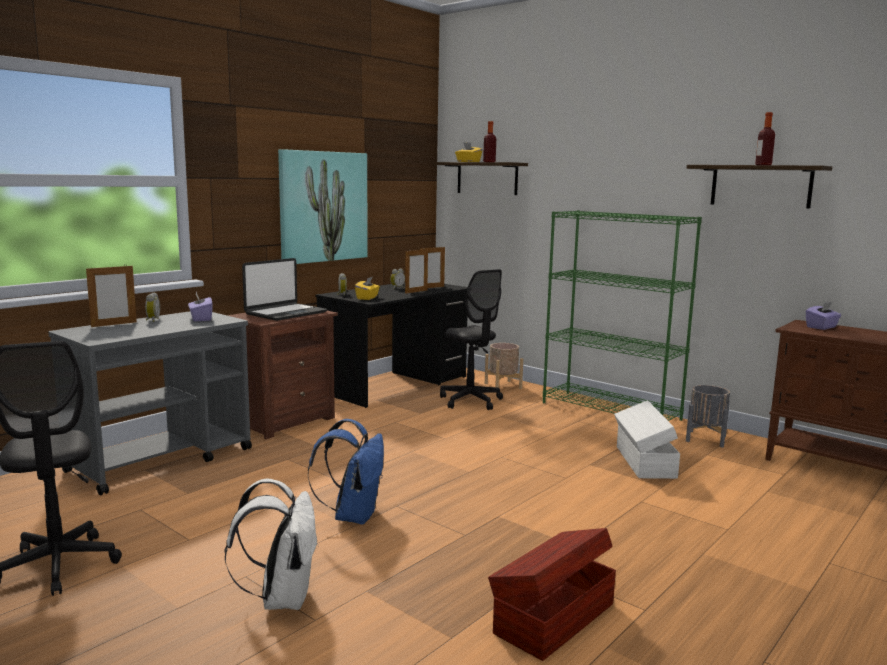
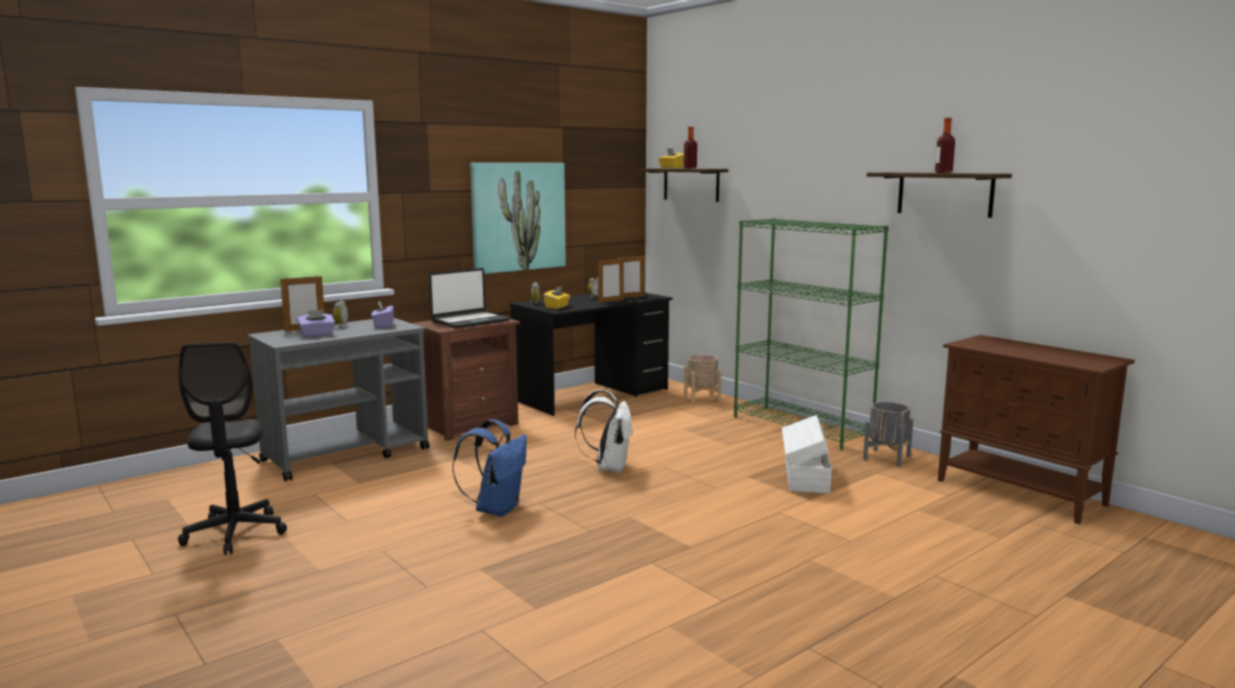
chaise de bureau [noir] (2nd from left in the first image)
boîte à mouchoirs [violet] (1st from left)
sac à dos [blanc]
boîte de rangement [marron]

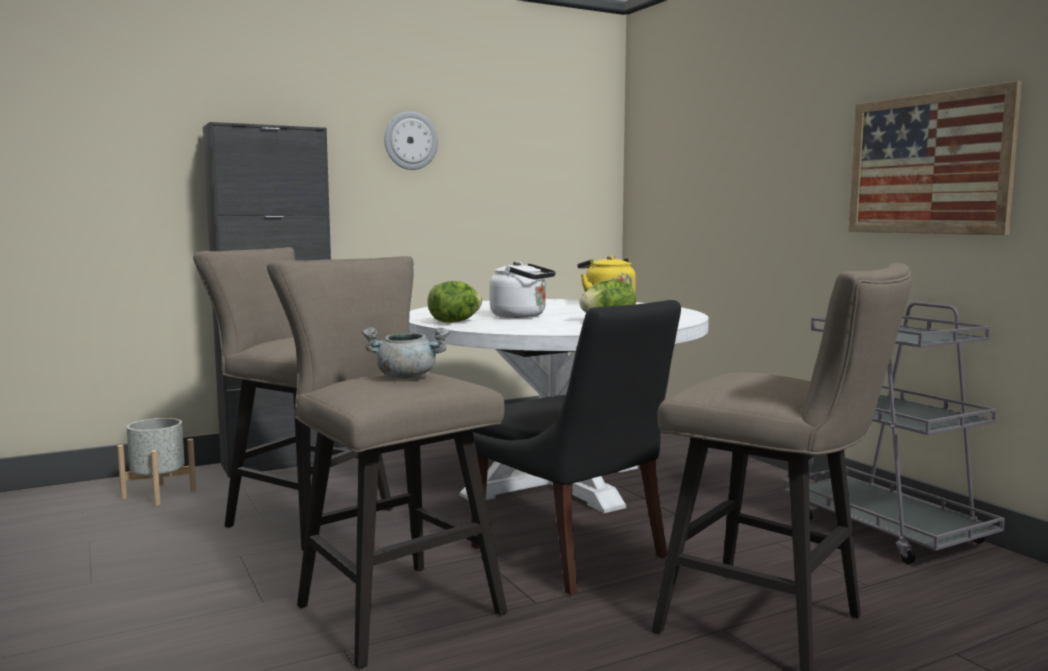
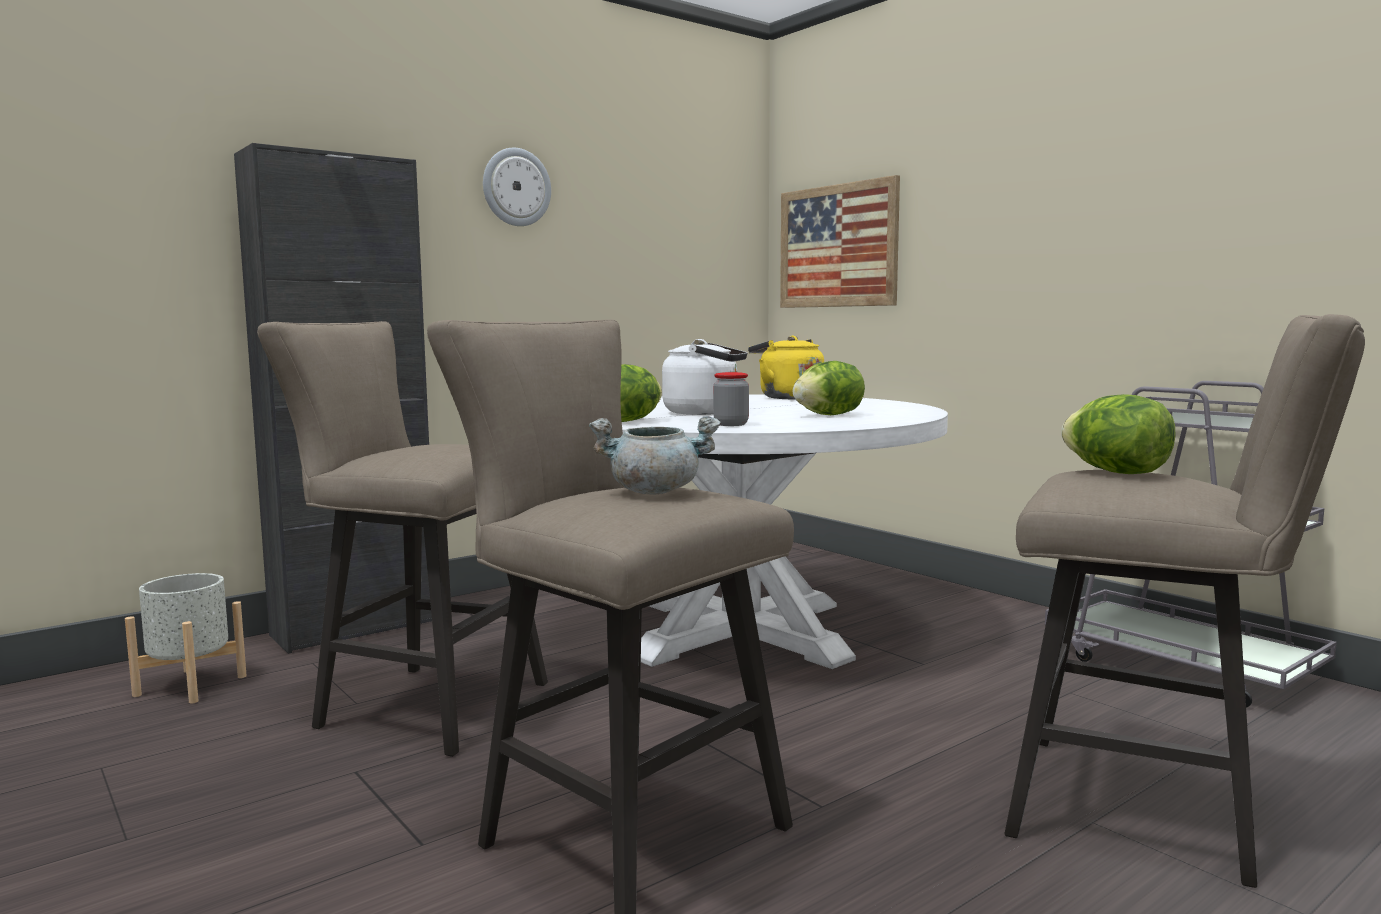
tableau
chaise [noir]
bocal
laitue (3rd from left)

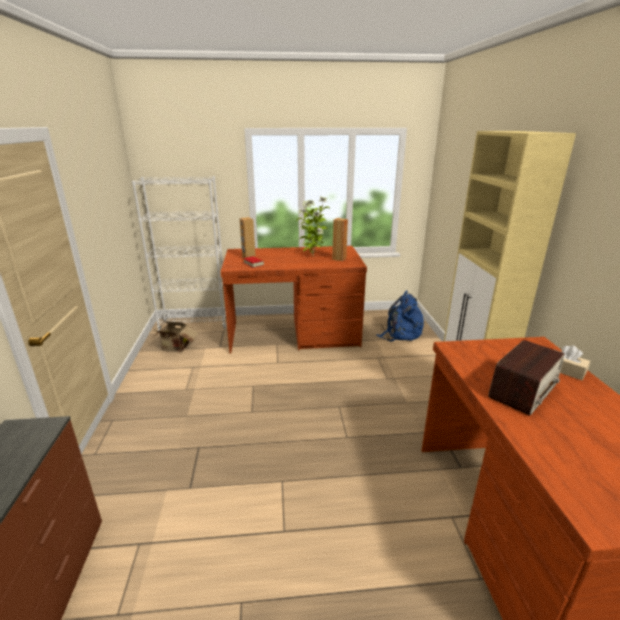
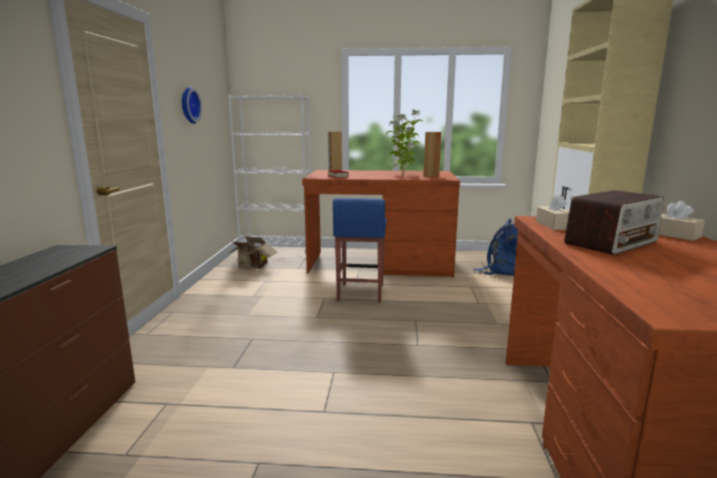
horloge murale
boîte à mouchoirs [beige] (1st from left)
tabouret [bleu]

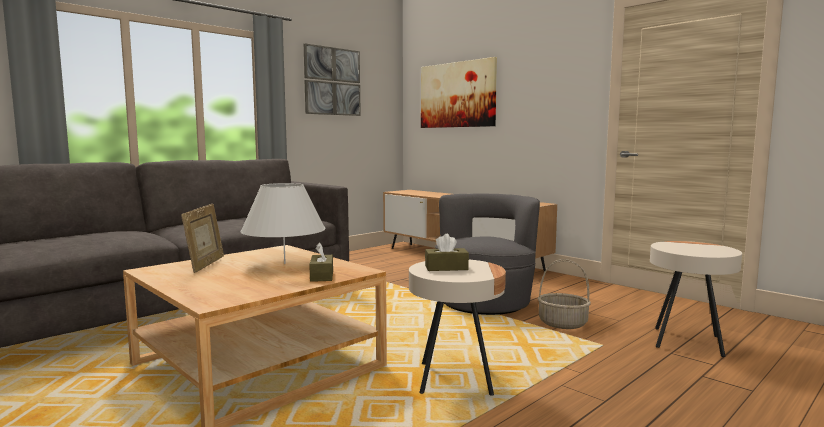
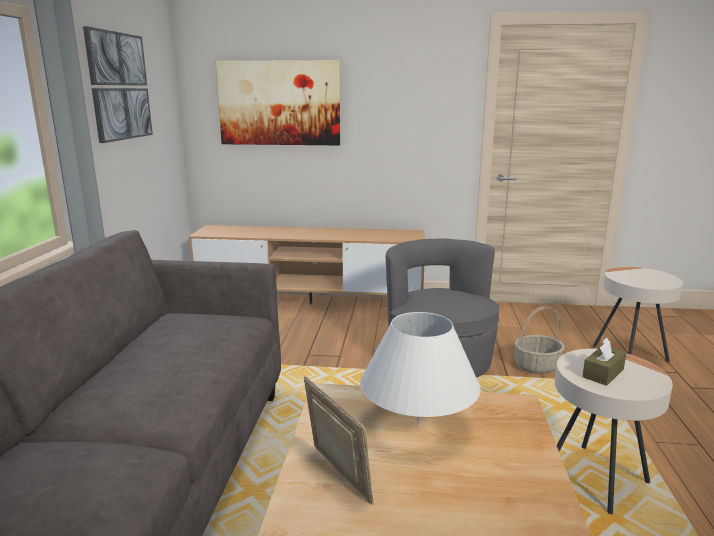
boîte à mouchoirs [marron] (1st from left in the first image)

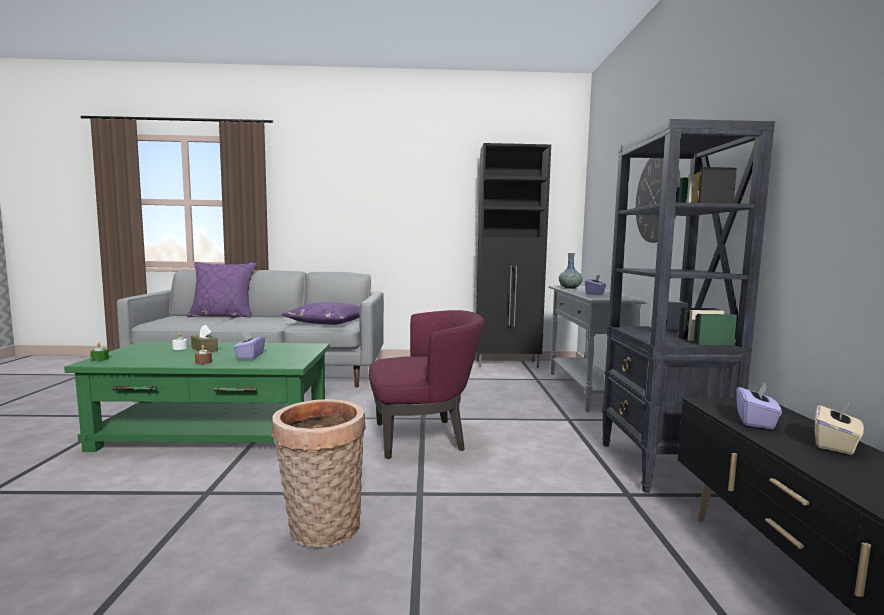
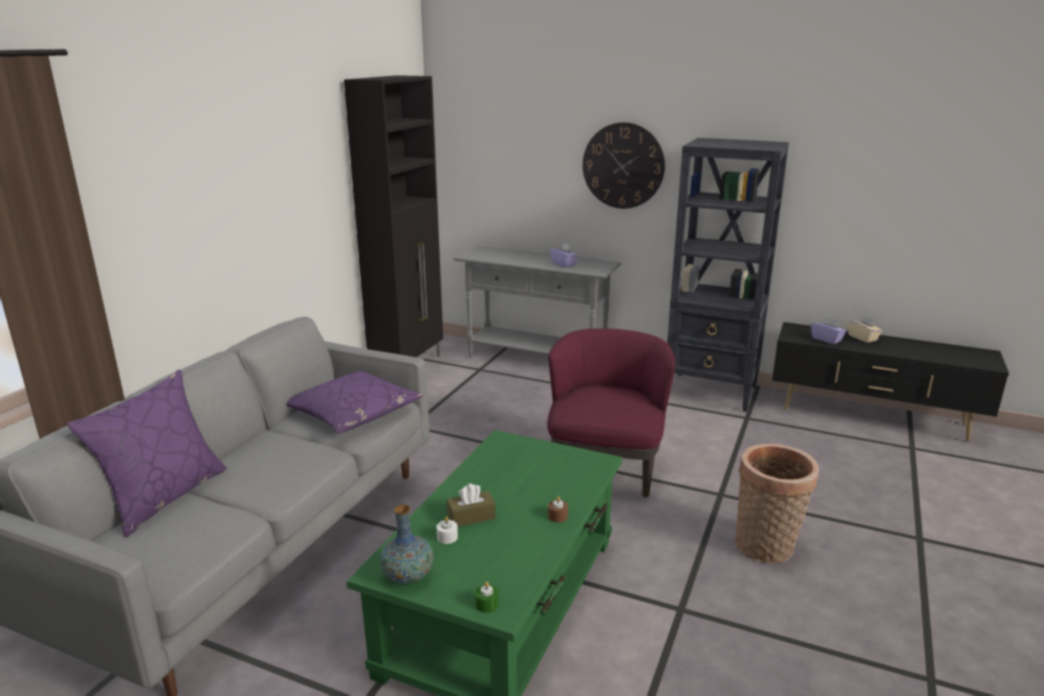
vase
boîte à mouchoirs [violet] (1st from left in the first image)

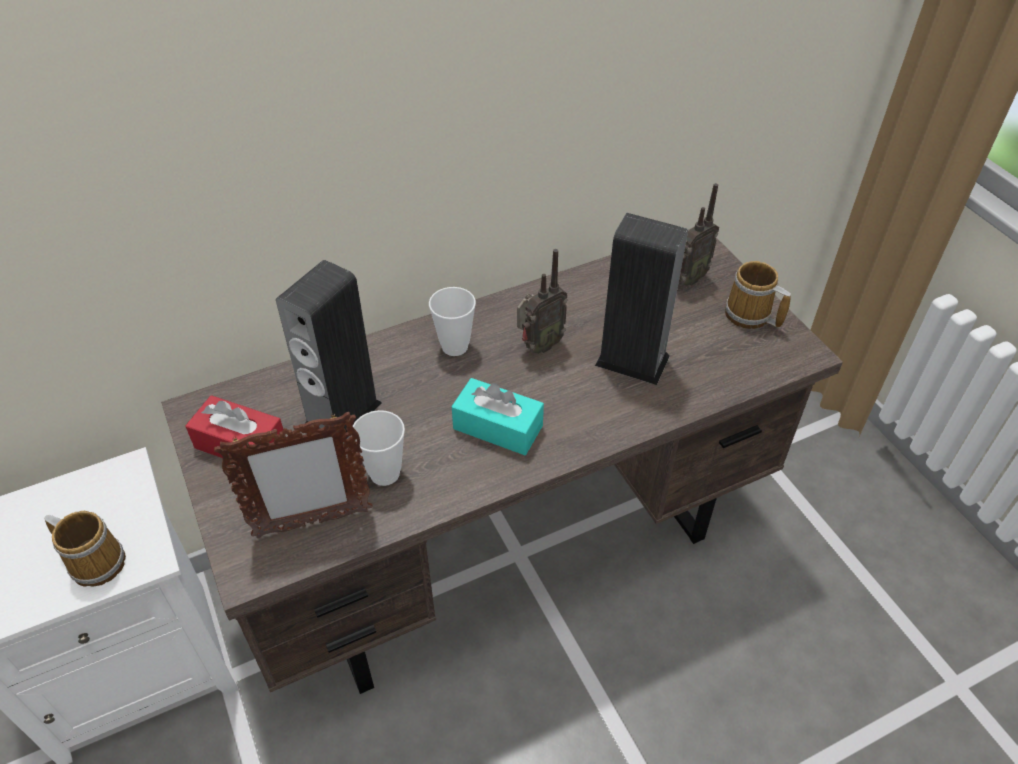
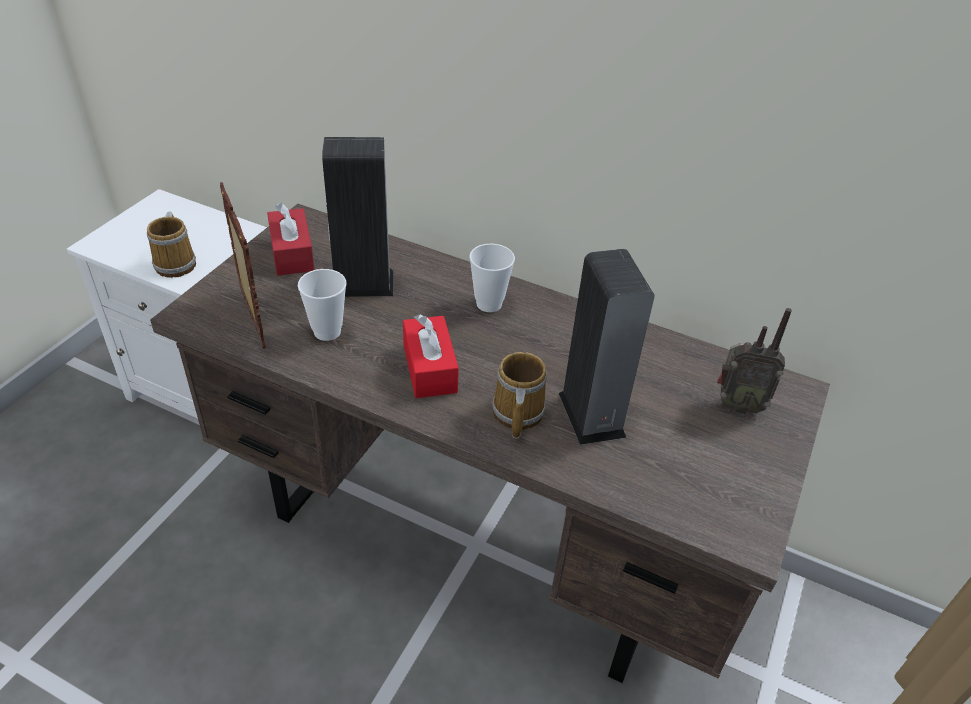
radio (1st from left in the first image)
mug (2nd from left)
boîte à mouchoirs [rouge] (2nd from left)
cadre photo

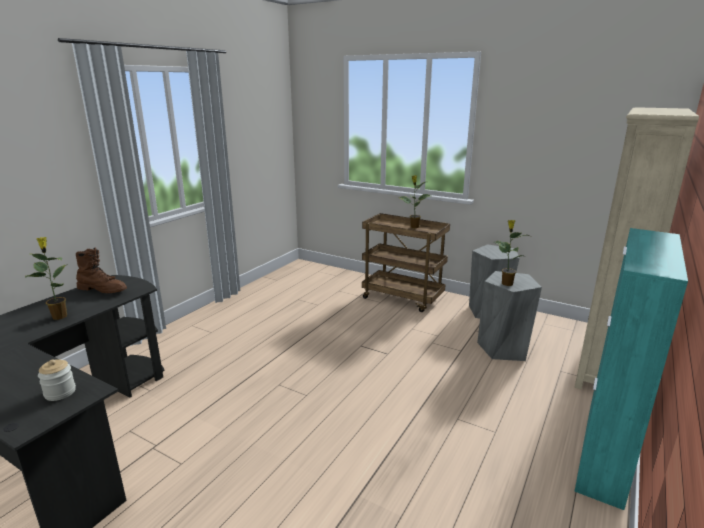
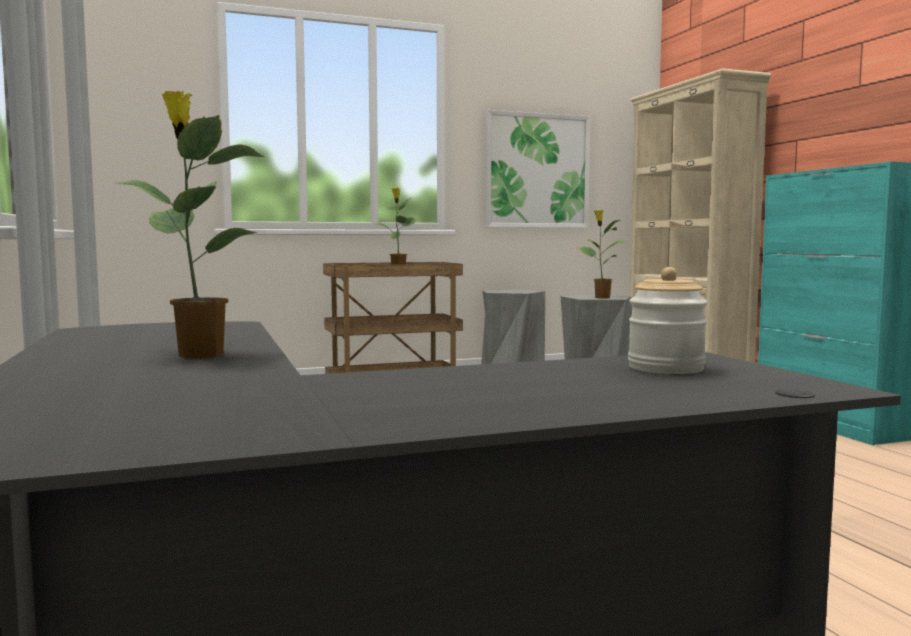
botte [marron]
tableau

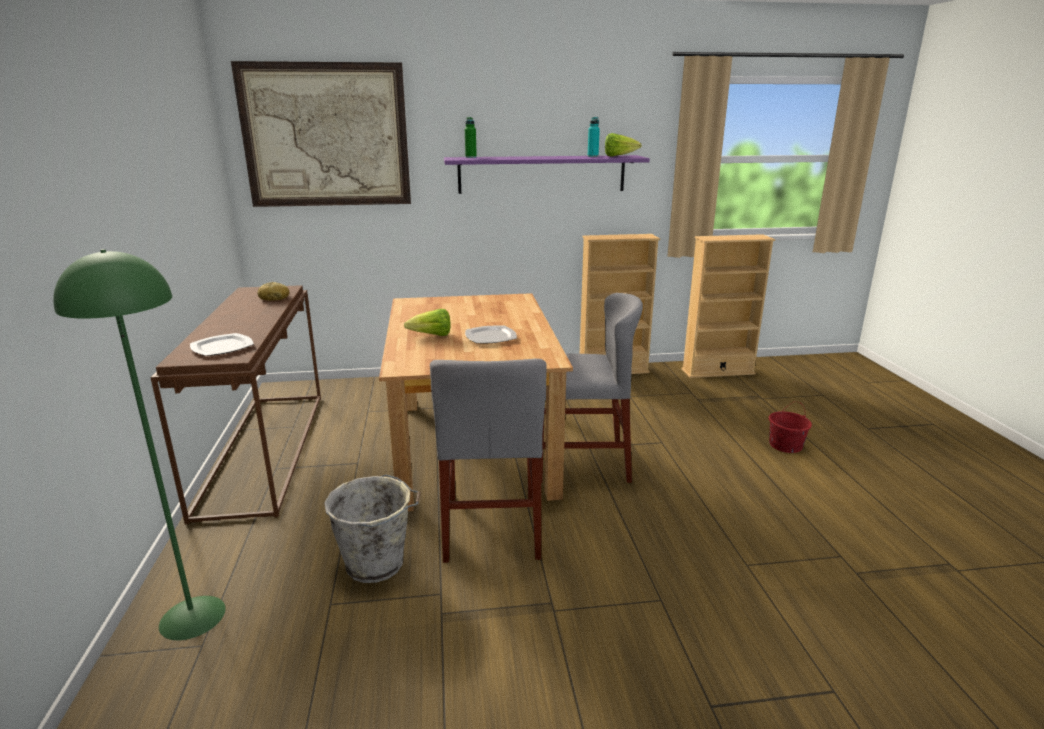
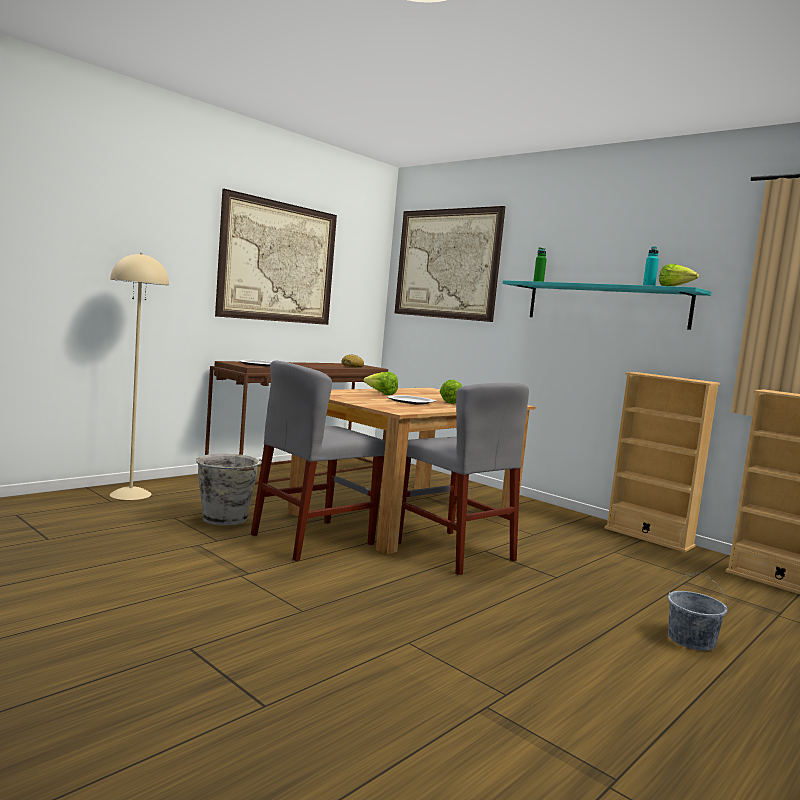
étagère [turquoise]
lampadaire [beige]
seau [gris] (2nd from left)
tableau (1st from left)
laitue (2nd from left)

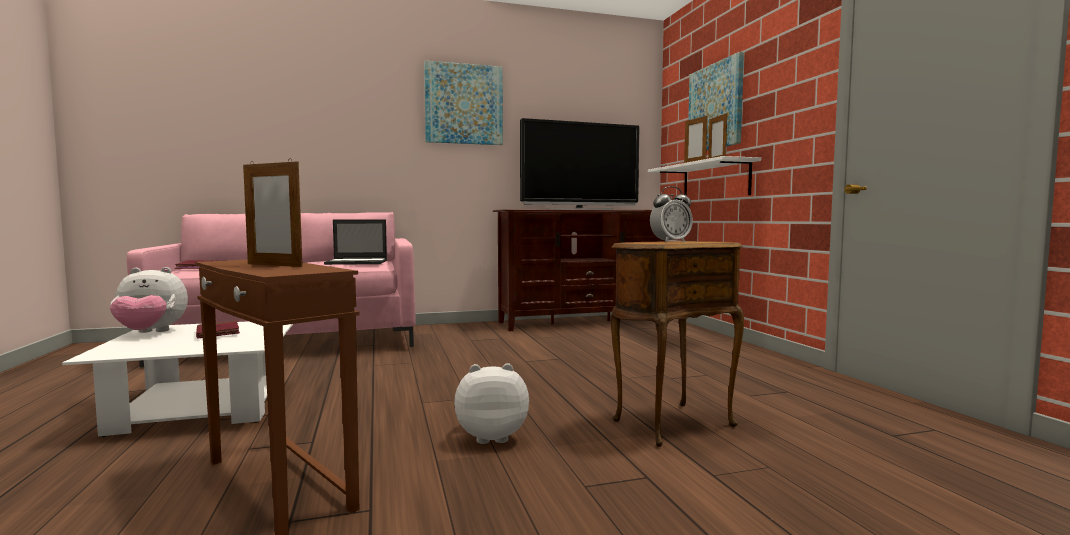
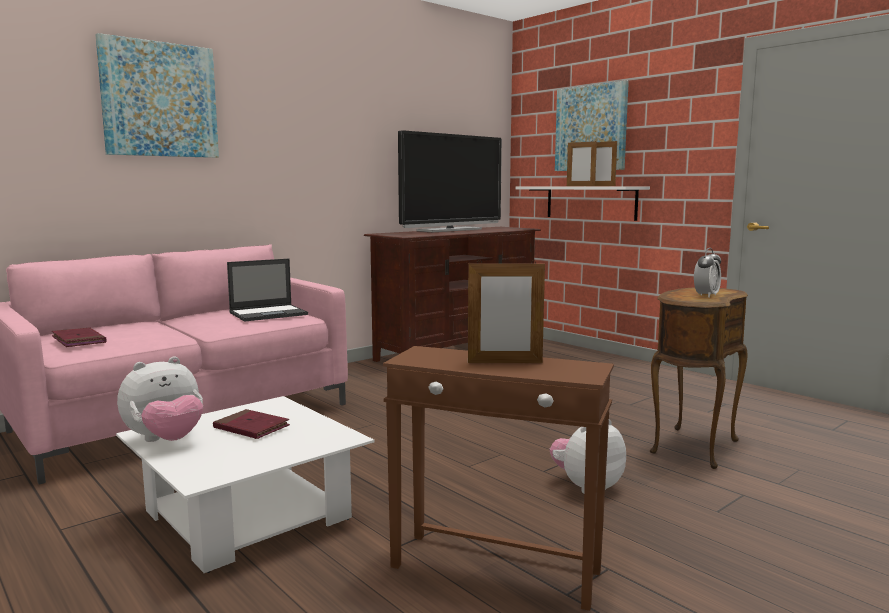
tableau (1st from left)

